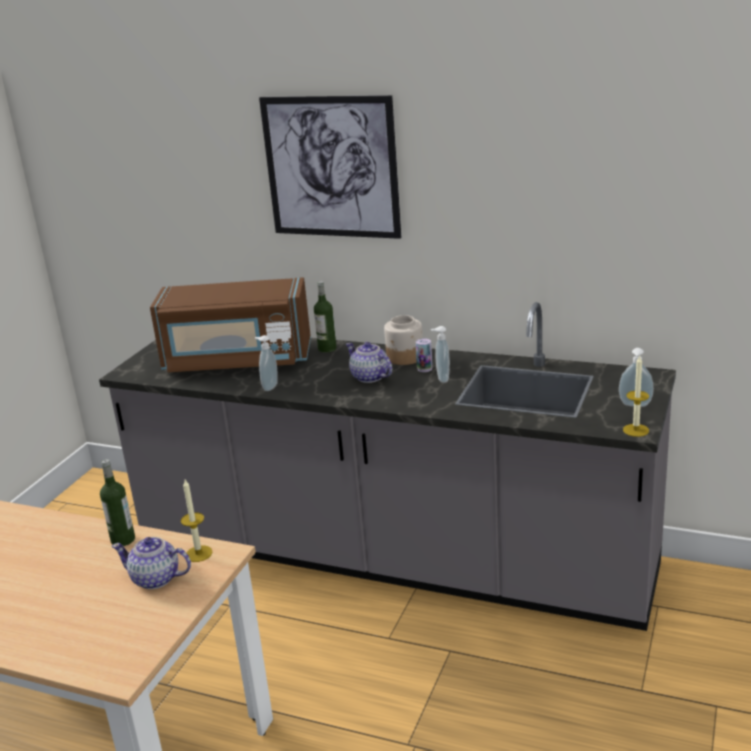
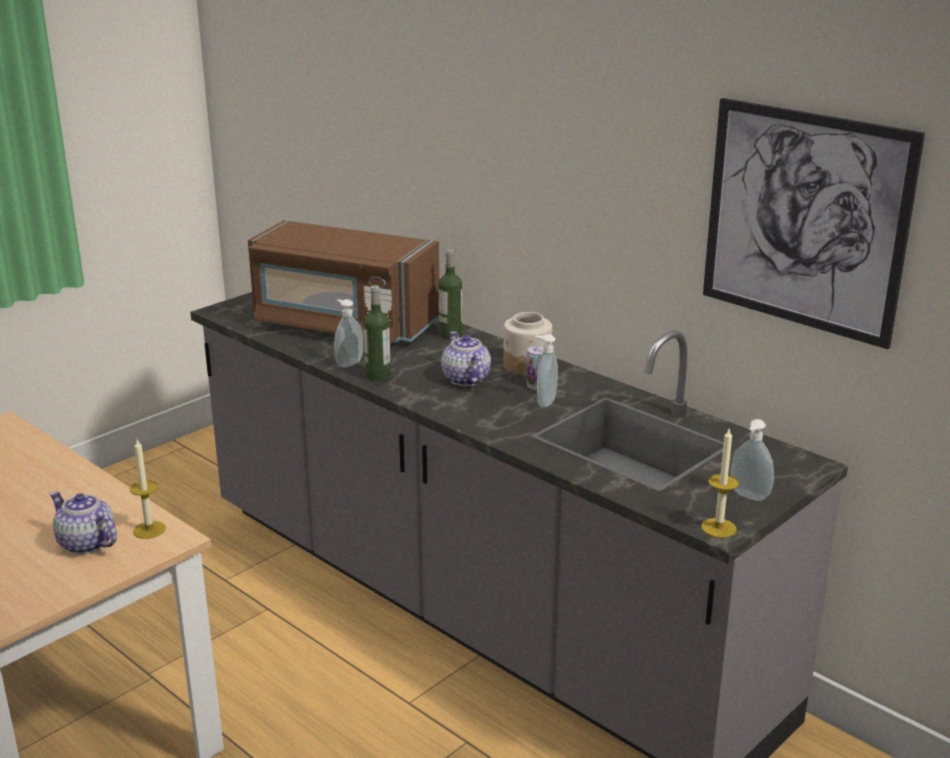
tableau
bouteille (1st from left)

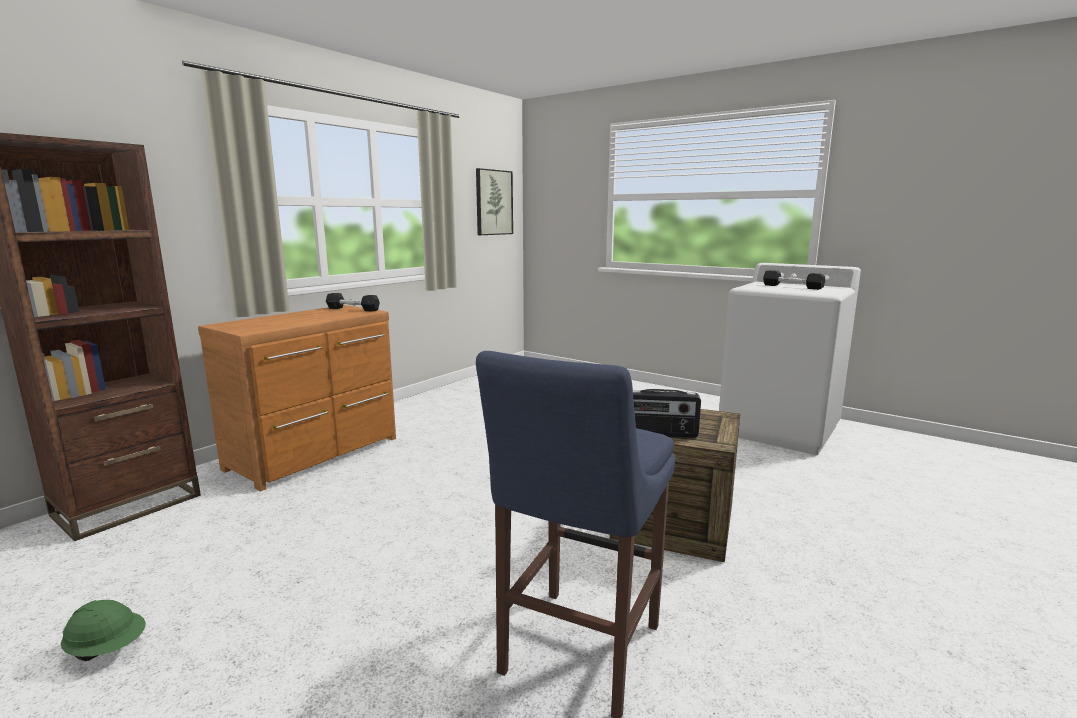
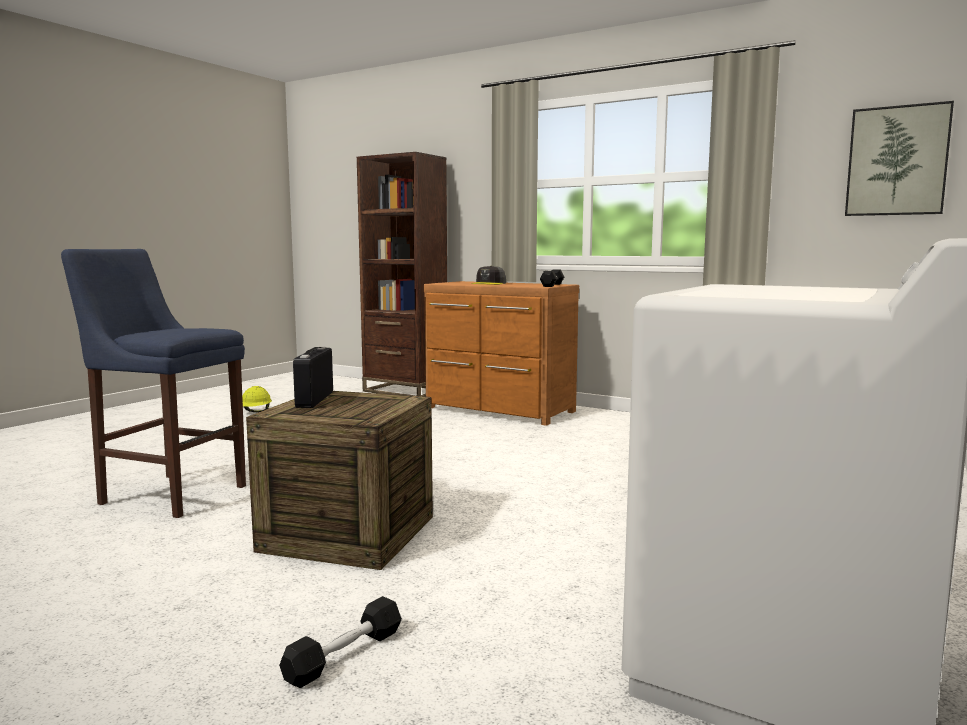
haltère [noir] (1st from left)
casque de chantier [jaune]
casquette [gris]

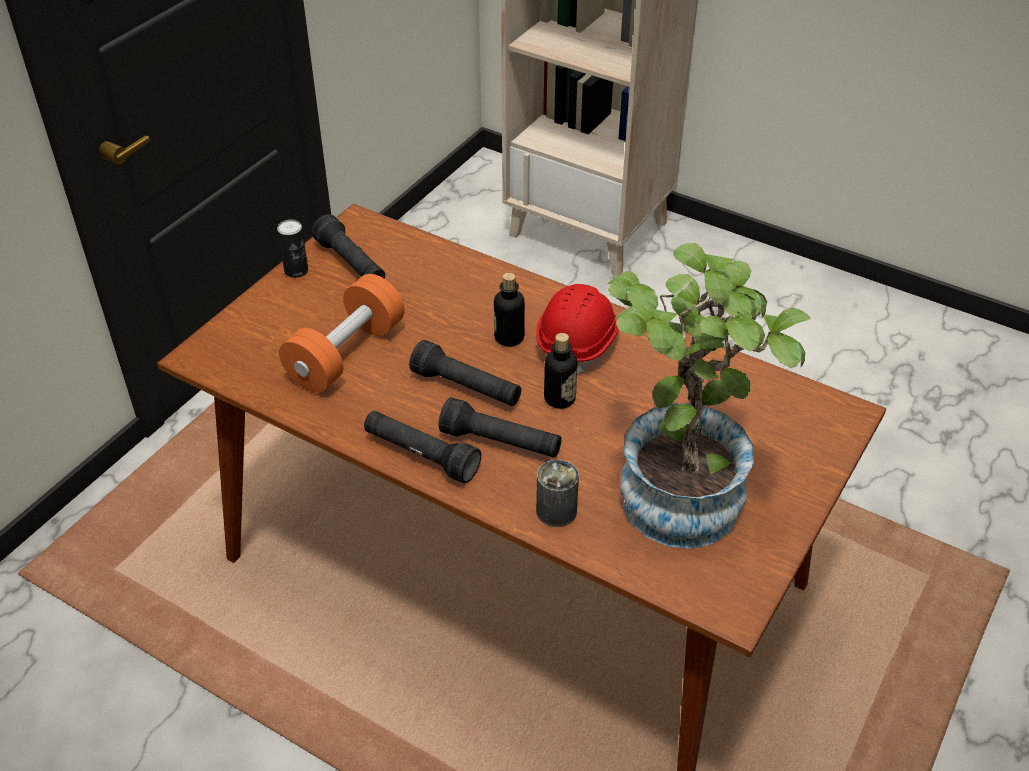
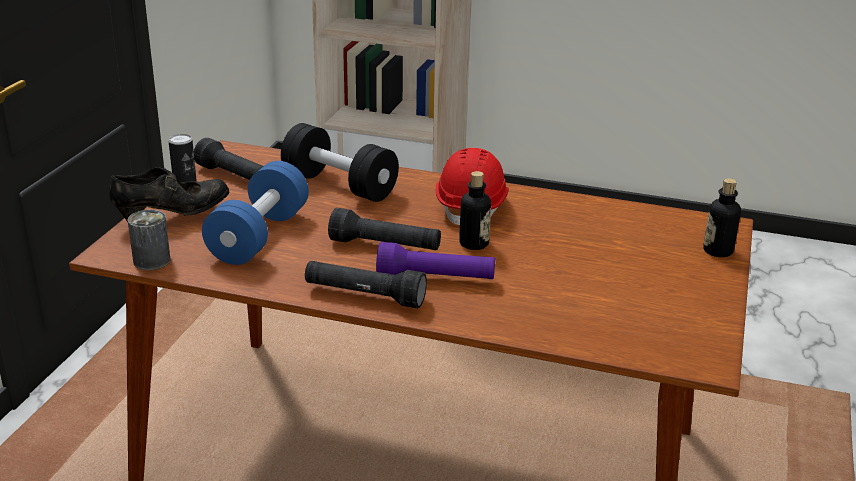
plante en pot
bouteille (2nd from left)
haltère [bleu]
lampe de poche [violet]
boîte métallique (1st from left)
haltère [noir]
chaussure [noir]

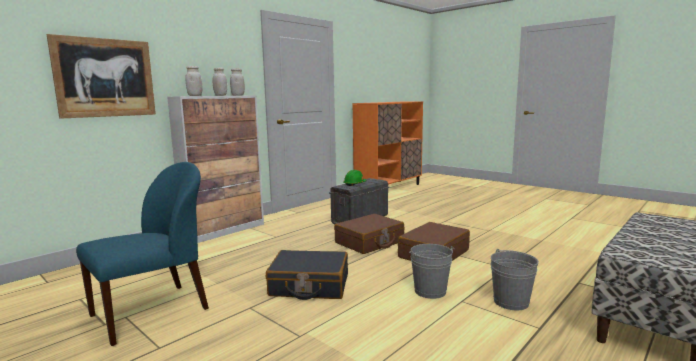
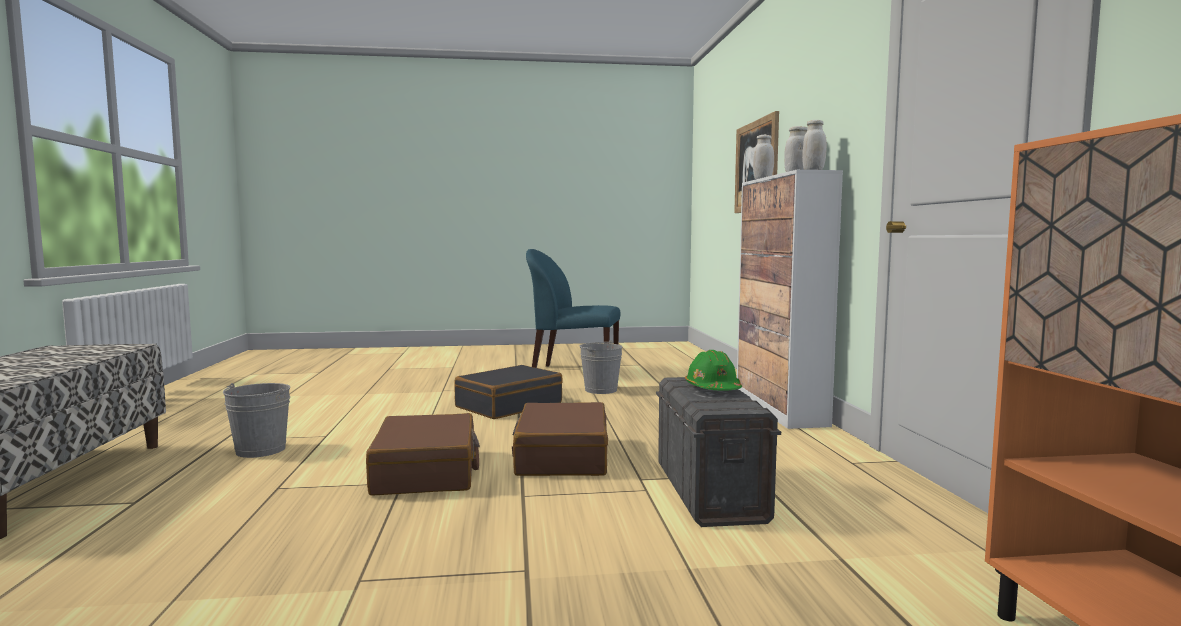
chaise [bleu]
seau [gris] (2nd from left)

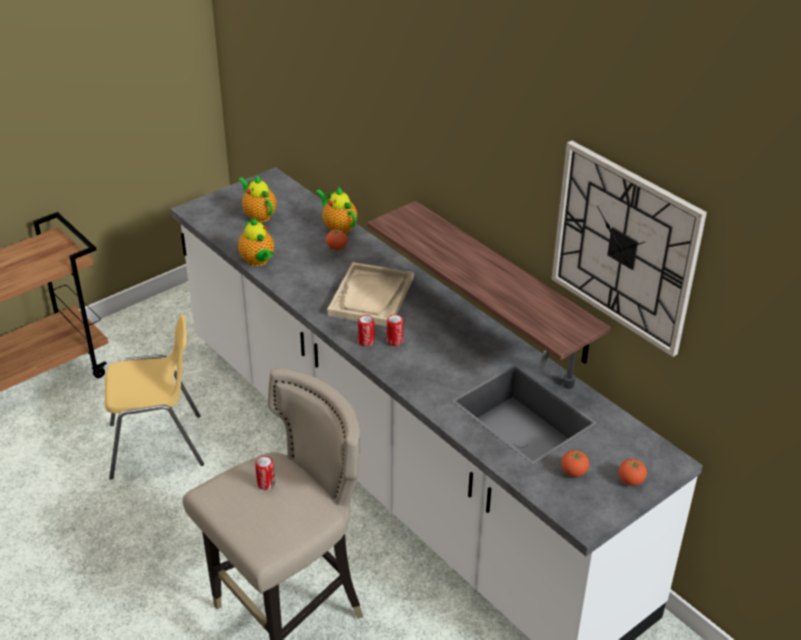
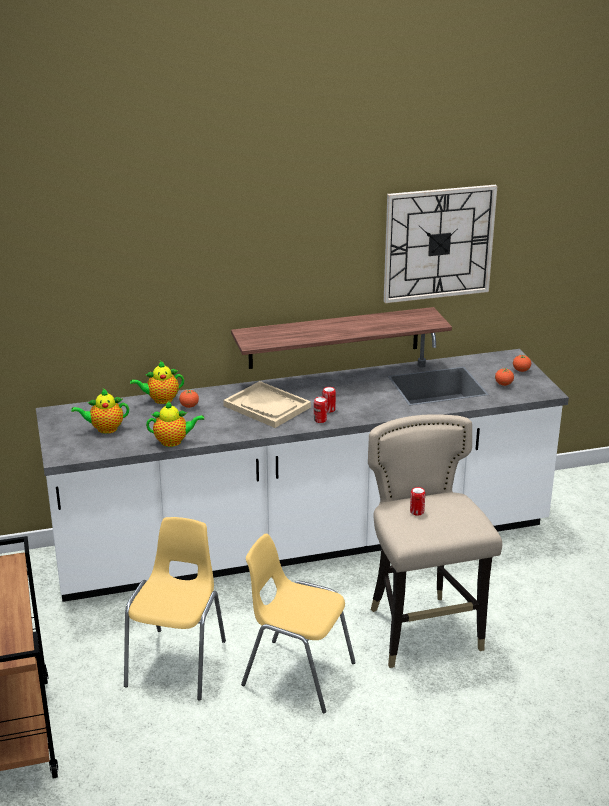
chaise [jaune] (2nd from left)

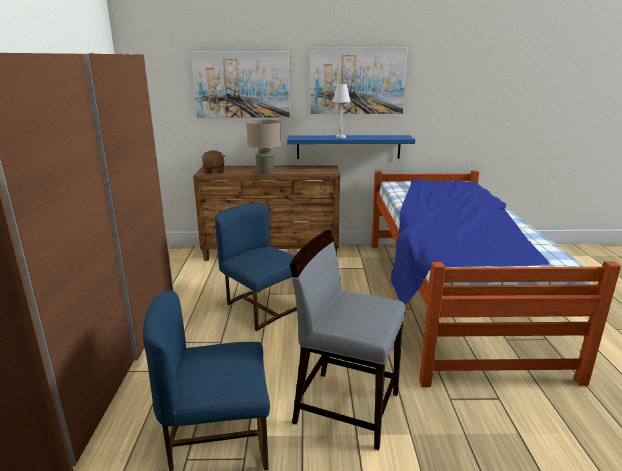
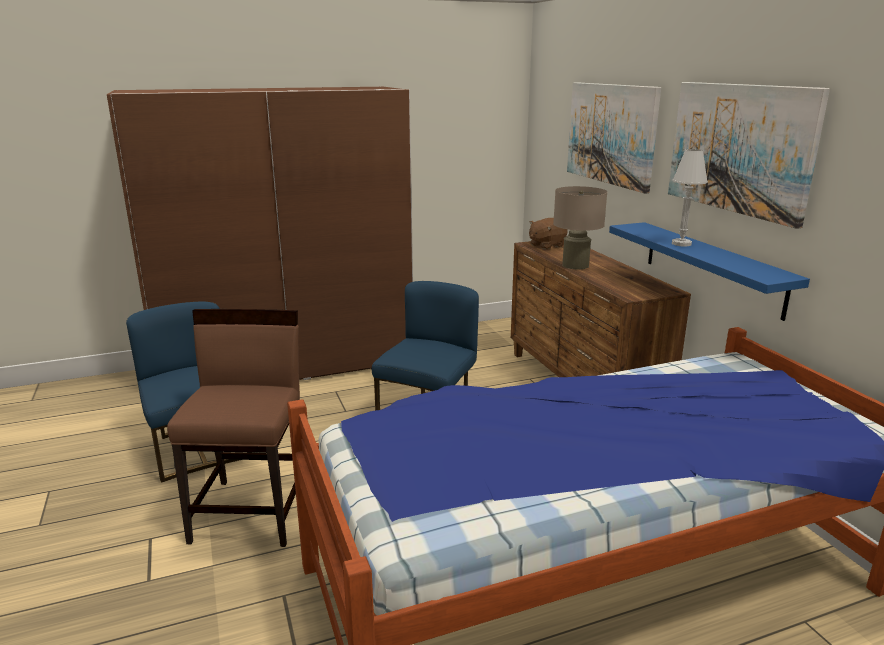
chaise [marron]

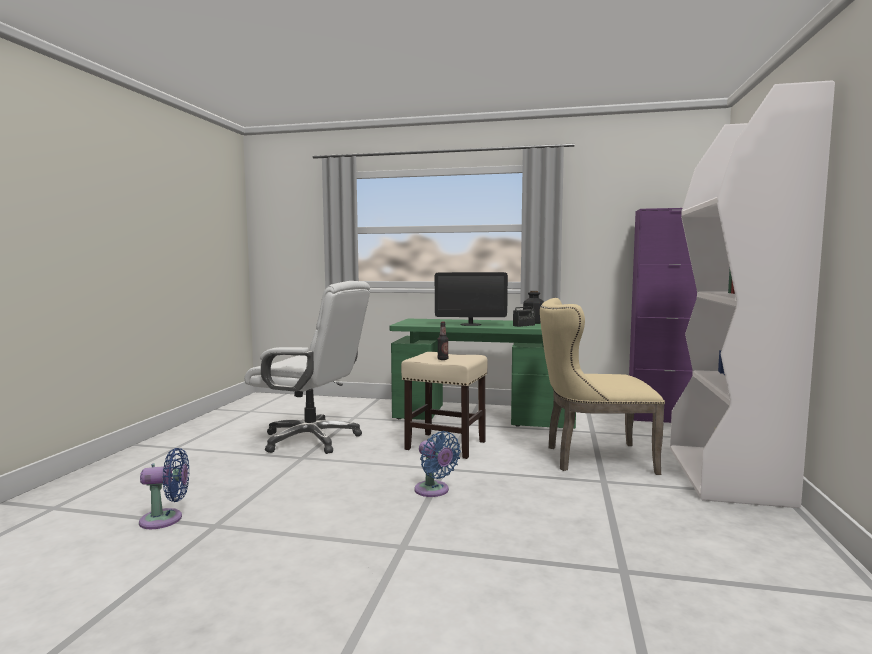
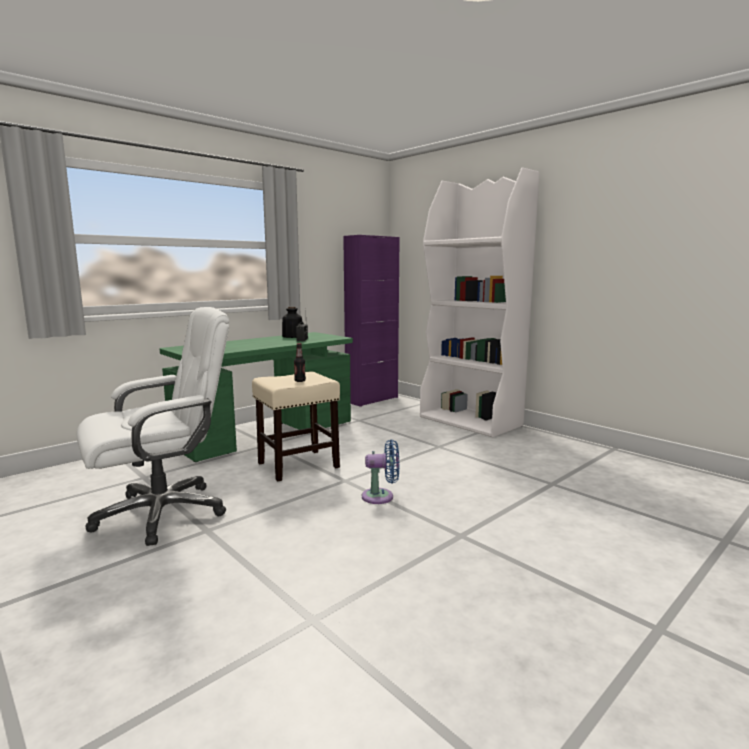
écran d'ordinateur
chaise [beige]
ventilateur [bleu] (1st from left in the first image)

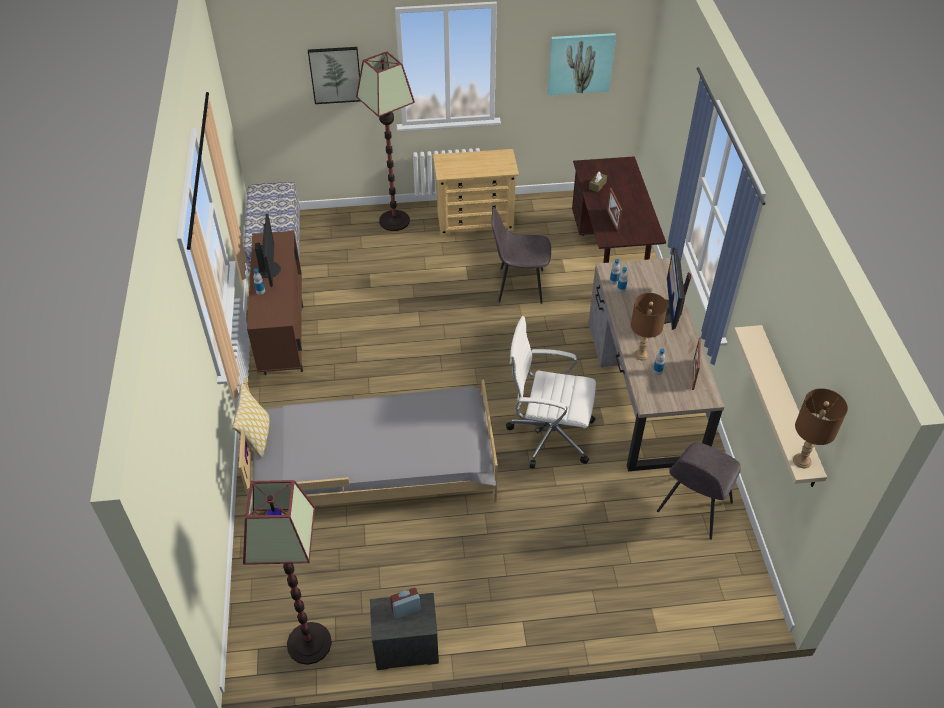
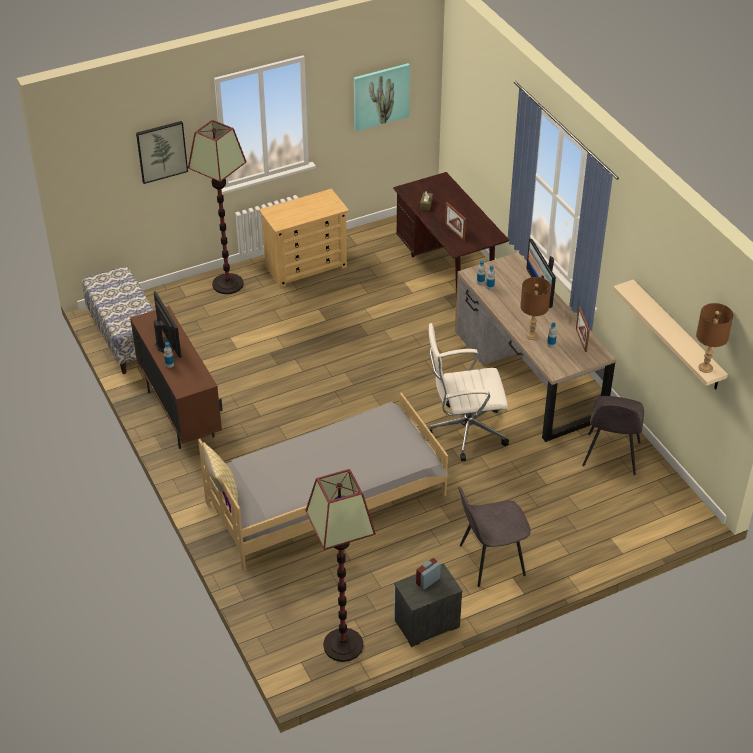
chaise [gris] (1st from left)

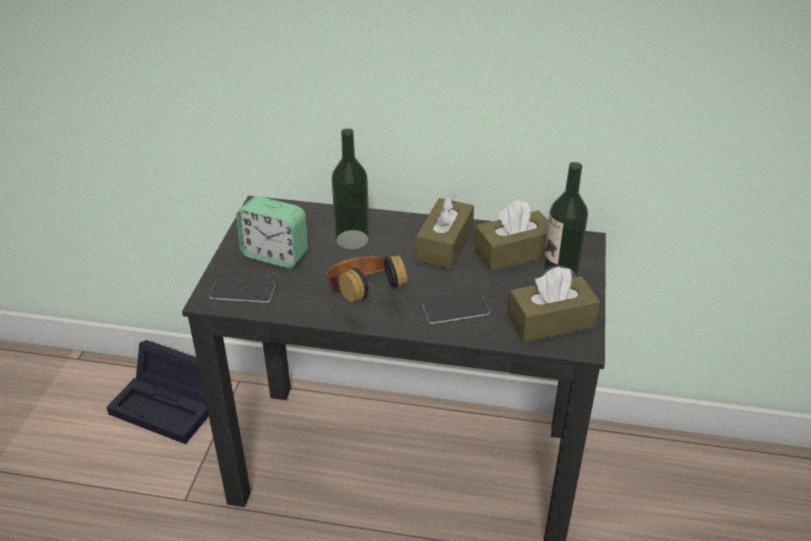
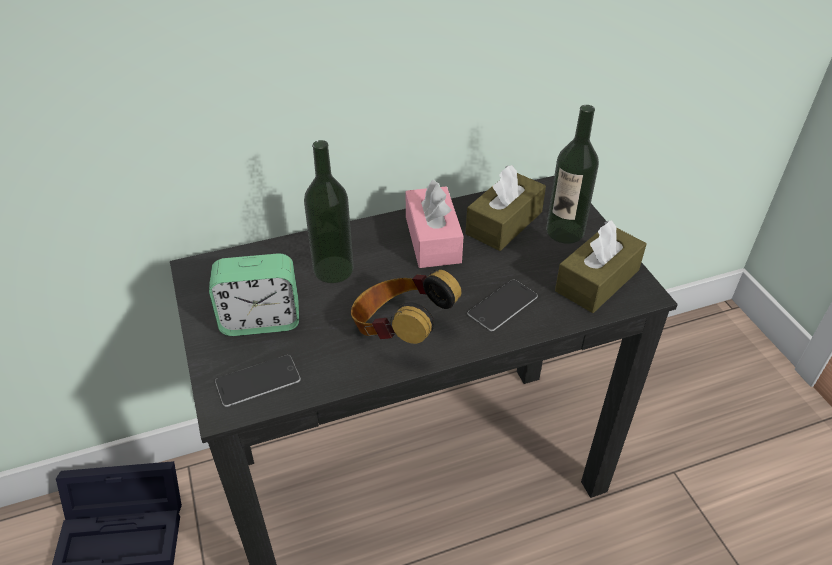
boîte à mouchoirs [rose]

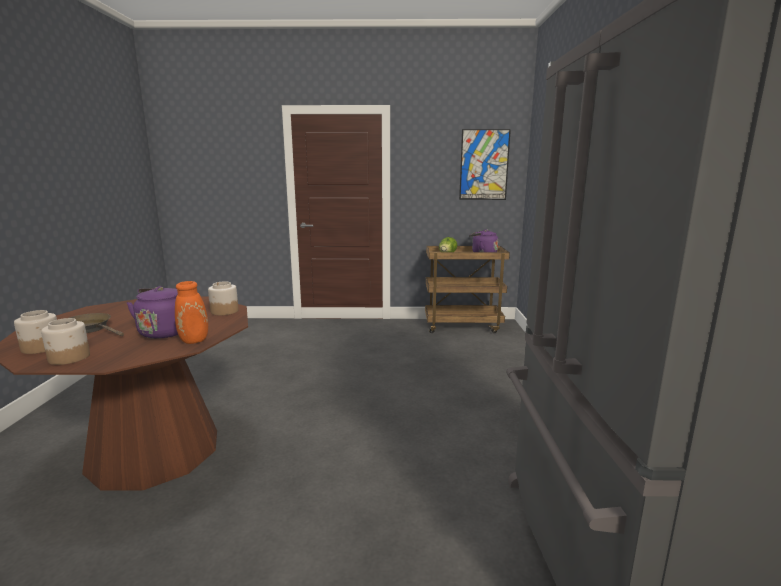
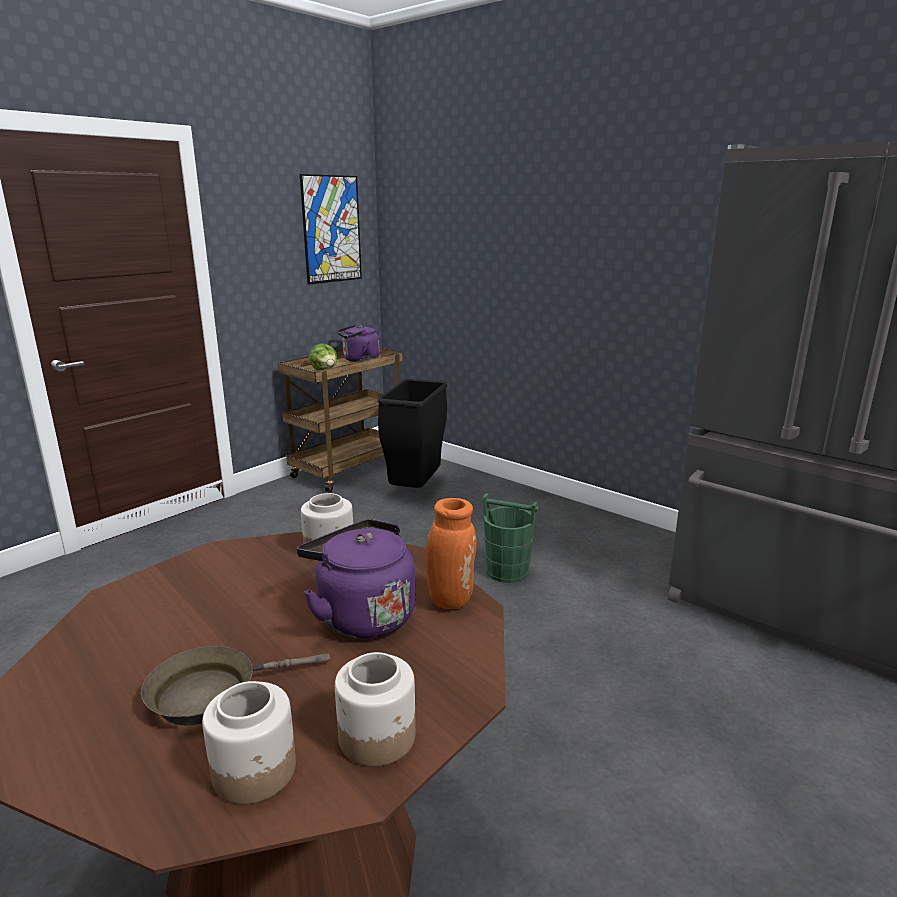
poubelle [noir]
seau [vert]

